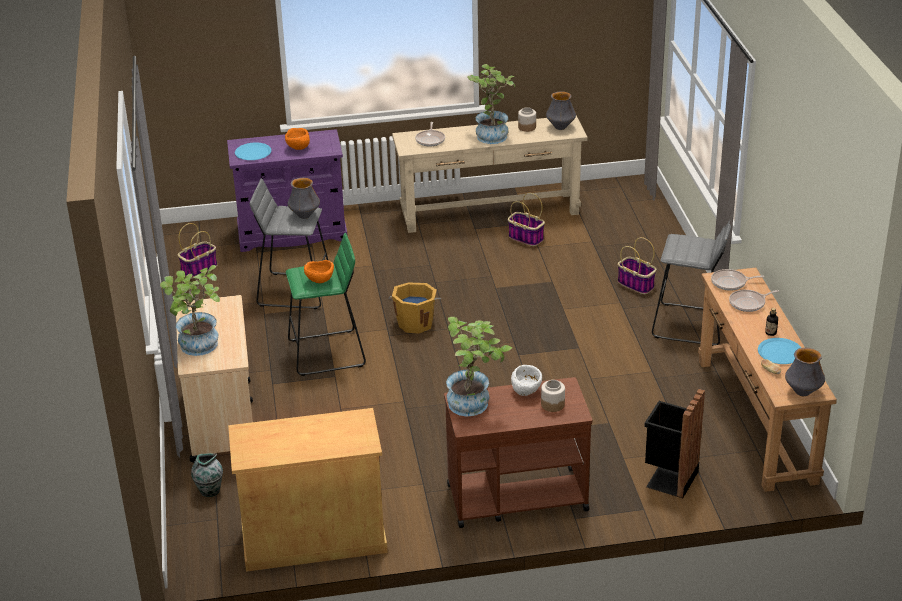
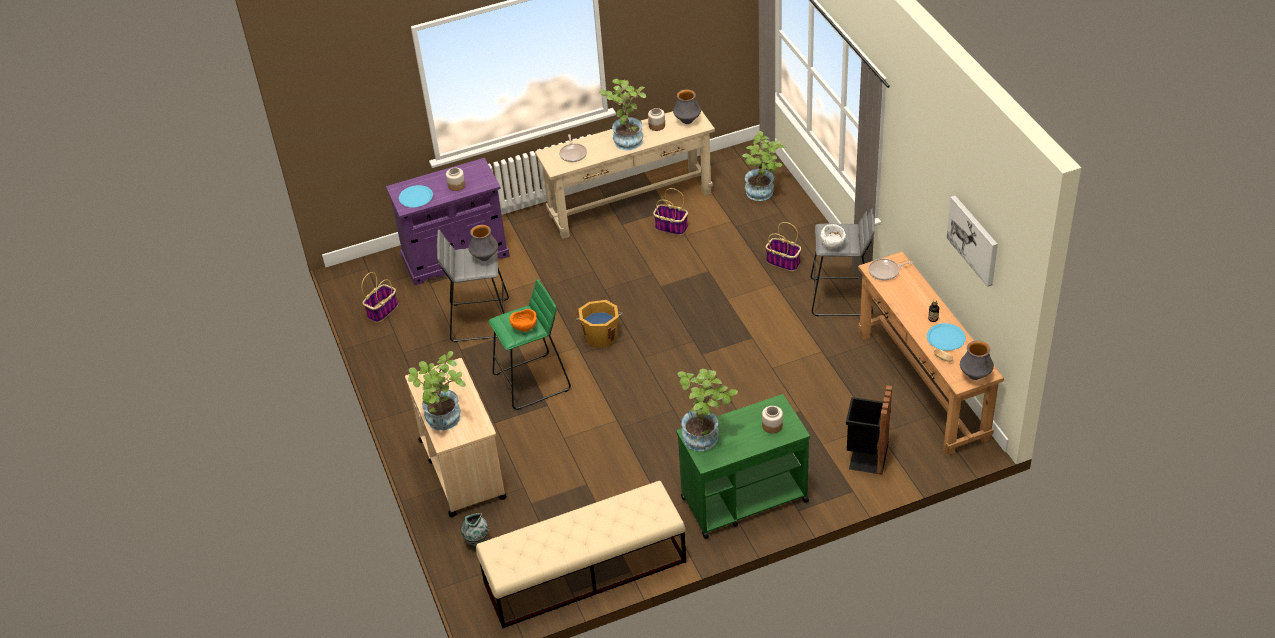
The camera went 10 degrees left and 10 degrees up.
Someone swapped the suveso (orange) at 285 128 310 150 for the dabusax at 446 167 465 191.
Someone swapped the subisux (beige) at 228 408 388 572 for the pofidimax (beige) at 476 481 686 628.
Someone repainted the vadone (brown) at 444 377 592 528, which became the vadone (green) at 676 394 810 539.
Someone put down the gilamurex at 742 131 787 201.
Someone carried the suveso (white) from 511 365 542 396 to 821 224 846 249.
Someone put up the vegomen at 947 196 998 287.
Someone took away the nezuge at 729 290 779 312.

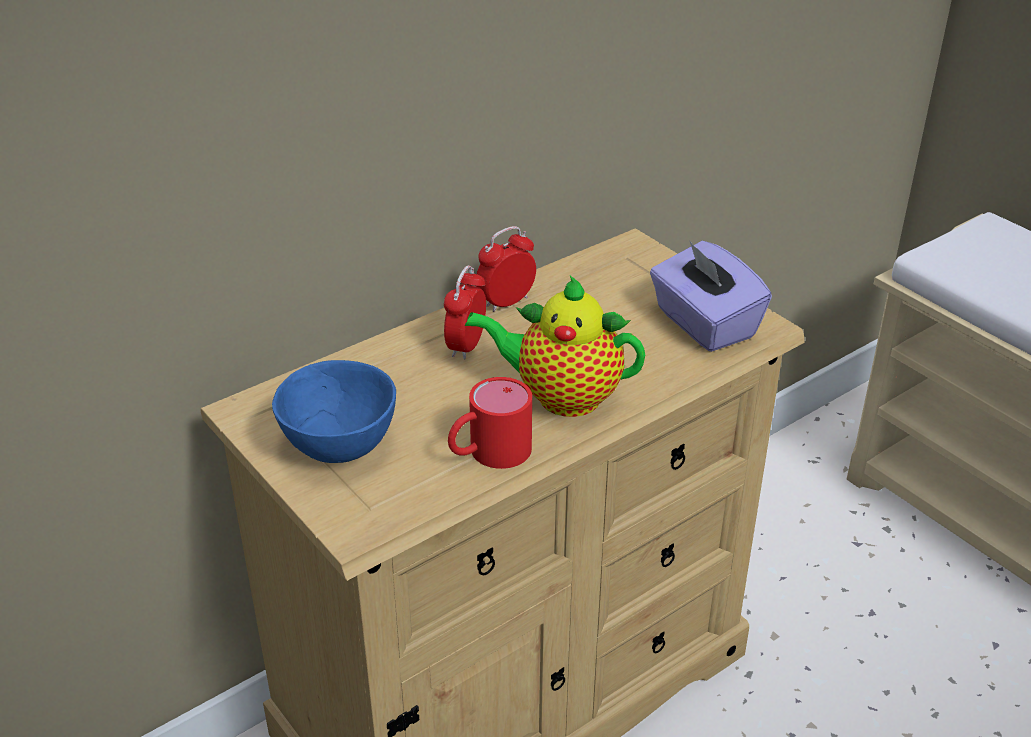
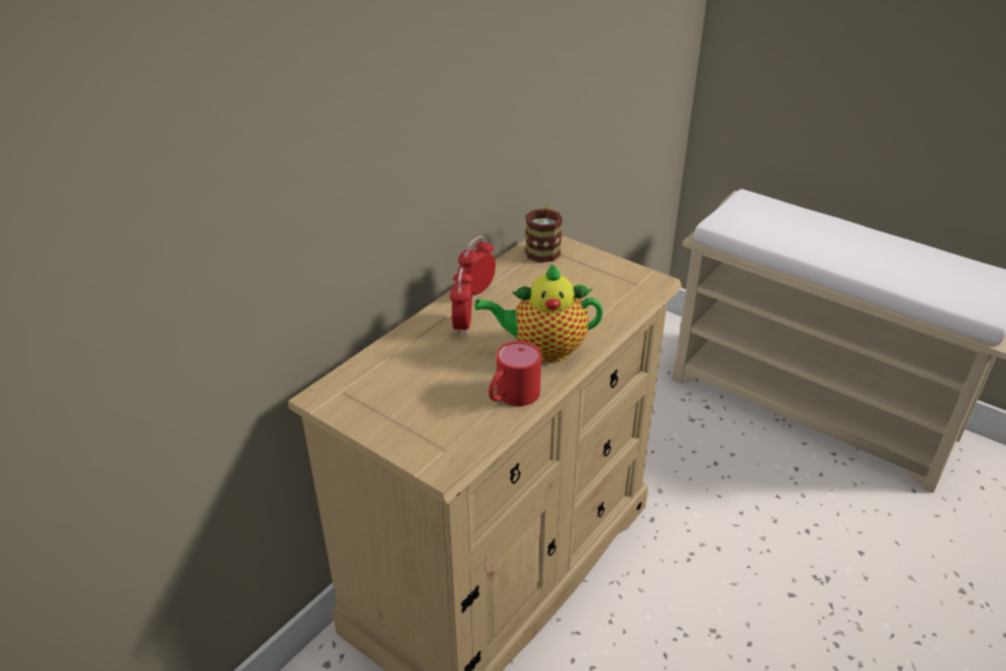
The camera went 15 degrees left and 0 degrees up.
Someone put down the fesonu at 525 206 562 263.
Someone took away the suveso (blue) at 272 360 396 463.
Someone took away the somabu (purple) at 650 240 772 352.

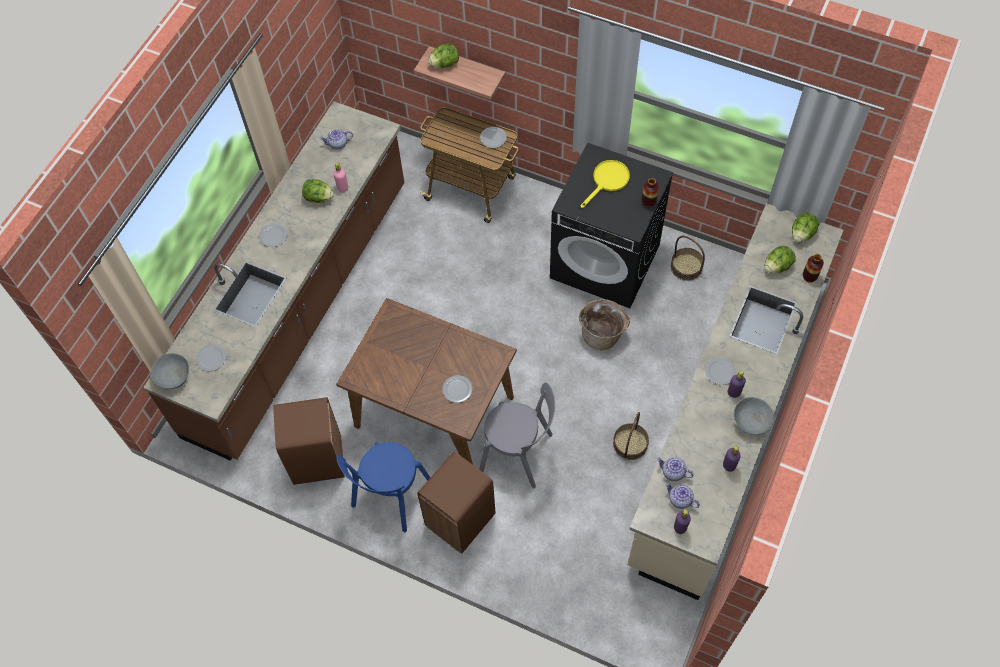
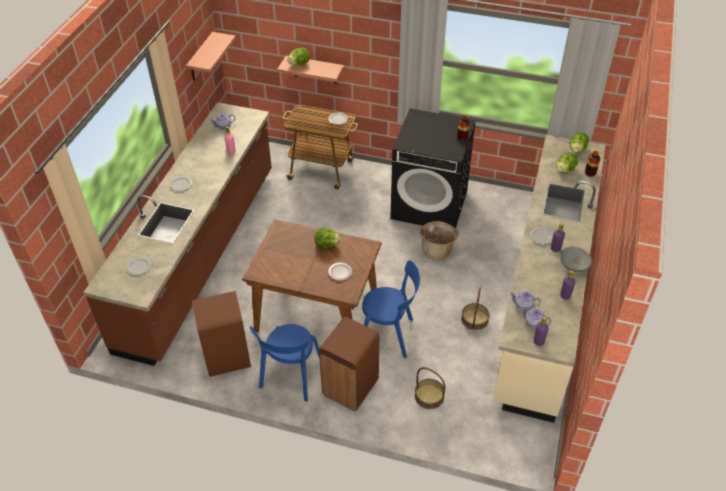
The camera went 10 degrees left and 15 degrees down.
Someone put up the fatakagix at 186 32 236 81.
Someone carried the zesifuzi from 302 179 334 203 to 314 228 341 247.
Someone repainted the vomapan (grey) at 479 382 555 488, which became the vomapan (blue) at 362 260 420 358.
Someone carried the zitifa from 671 236 705 281 to 415 367 445 409.
Someone took away the suveso (grey) at 151 353 189 389.
Someone took away the nezuge (yellow) at 581 160 630 208.

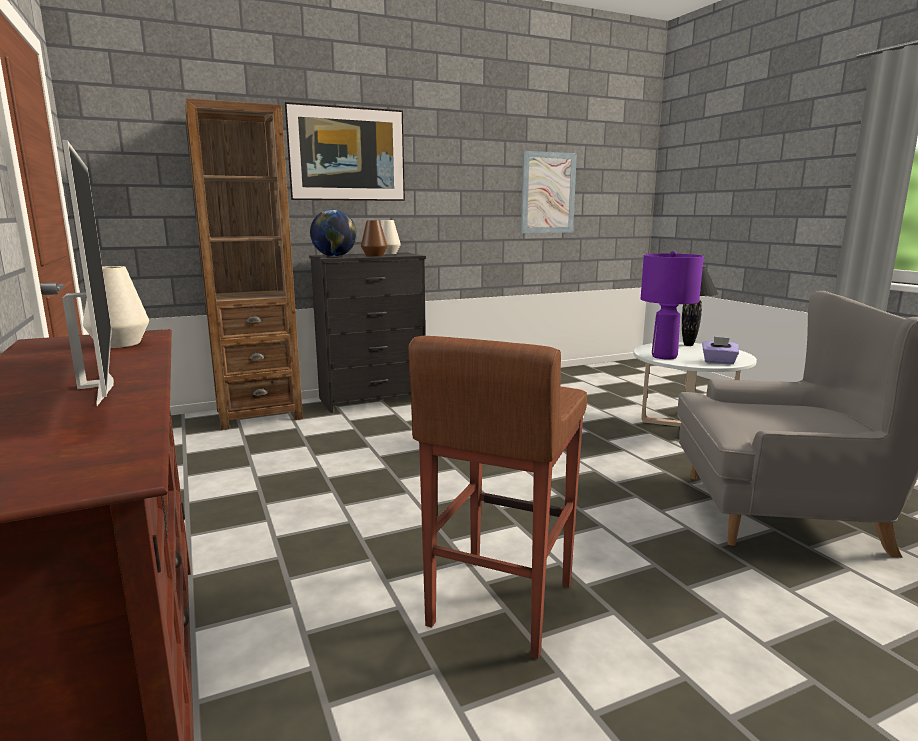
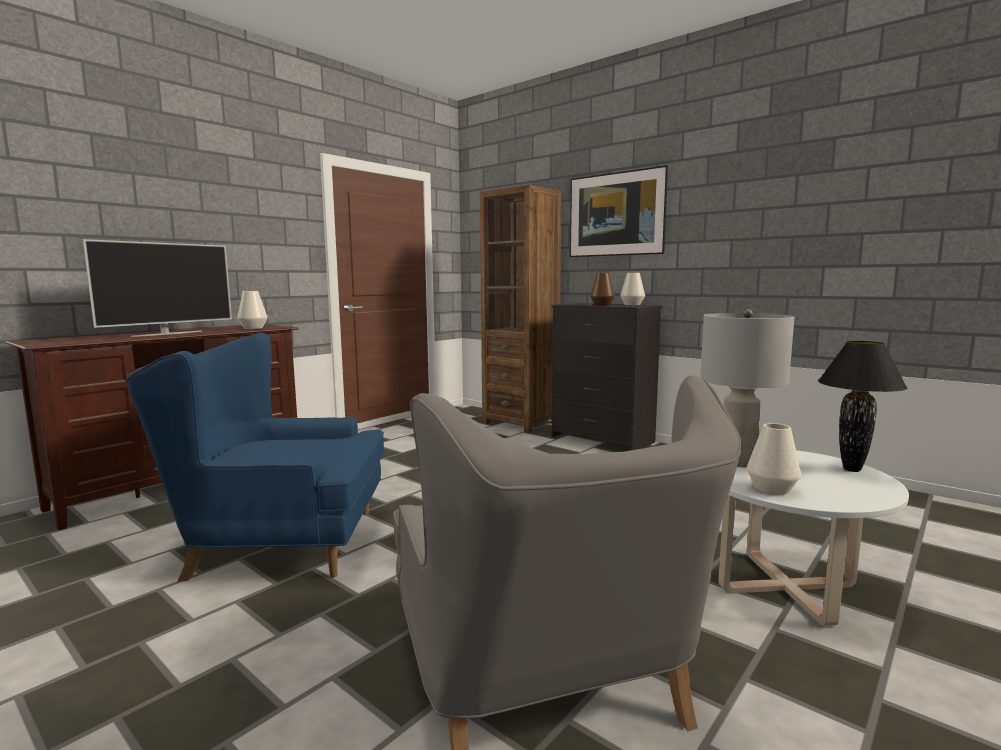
The camera went 65 degrees right and 5 degrees down.
Someone swapped the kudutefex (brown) at 408 336 587 659 for the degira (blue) at 126 333 384 581.
Someone repainted the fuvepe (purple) at 641 251 704 359, which became the fuvepe (grey) at 700 309 794 467.
Someone swapped the somabu (purple) at 702 337 739 364 for the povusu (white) at 747 423 801 495.
Someone took away the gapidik at 310 209 357 257.
Someone took away the vegomen at 521 151 577 233.

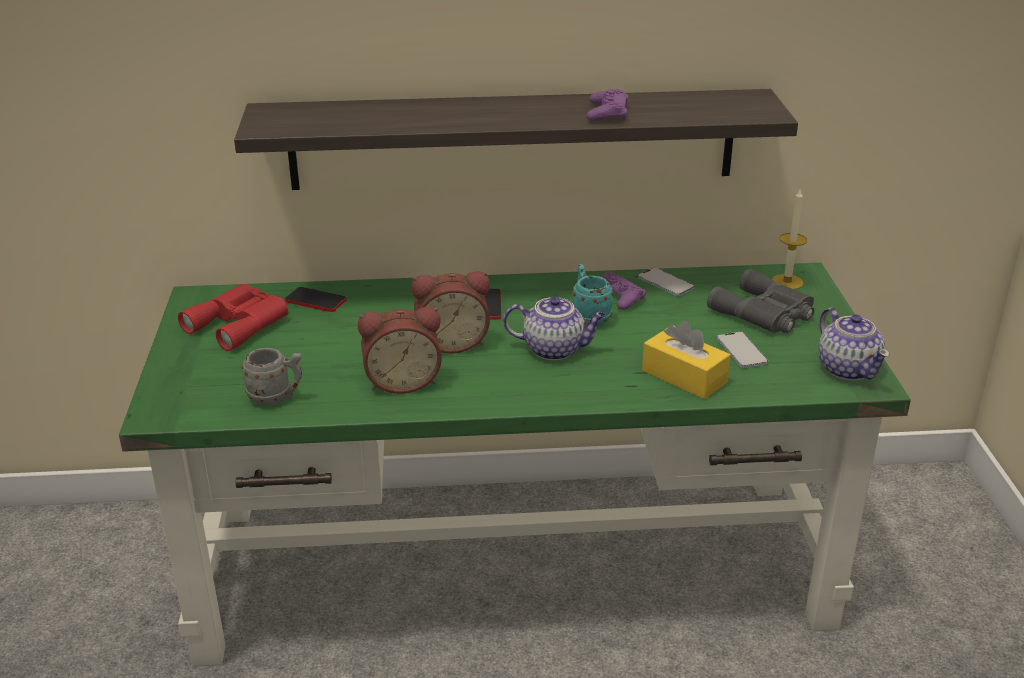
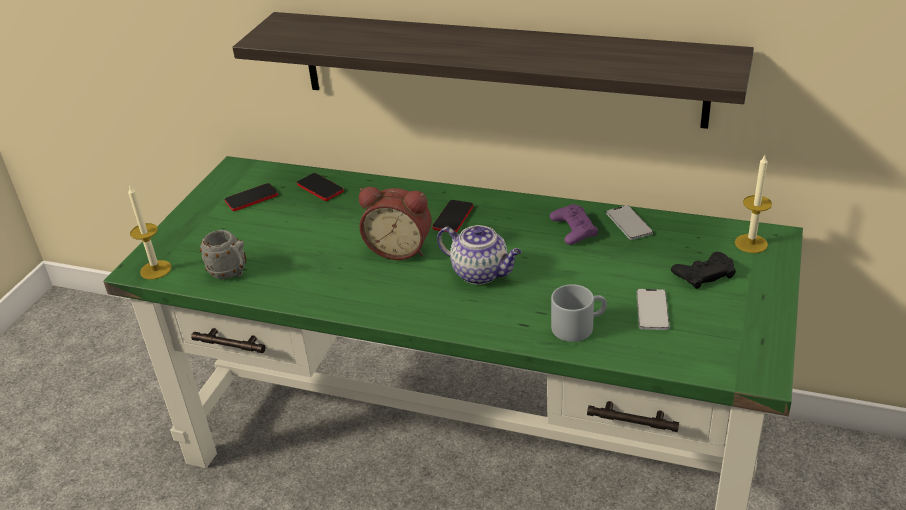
The camera went 25 degrees right and 5 degrees up.
Someone put down the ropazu at 128 184 172 279.
Someone swapped the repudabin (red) at 178 284 288 351 for the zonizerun at 224 183 278 211.
Someone swapped the somabu (yellow) at 642 321 731 399 for the fesonu (grey) at 551 284 607 342.
Someone swapped the repudabin (grey) at 707 269 814 333 for the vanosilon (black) at 671 252 736 289.
Someone took away the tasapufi at 358 307 442 394.
Someone took away the fesonu (turquoise) at 573 264 613 327.
Someone took away the vanosilon (purple) at 586 89 629 121.
Someone took away the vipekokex at 818 308 890 381.

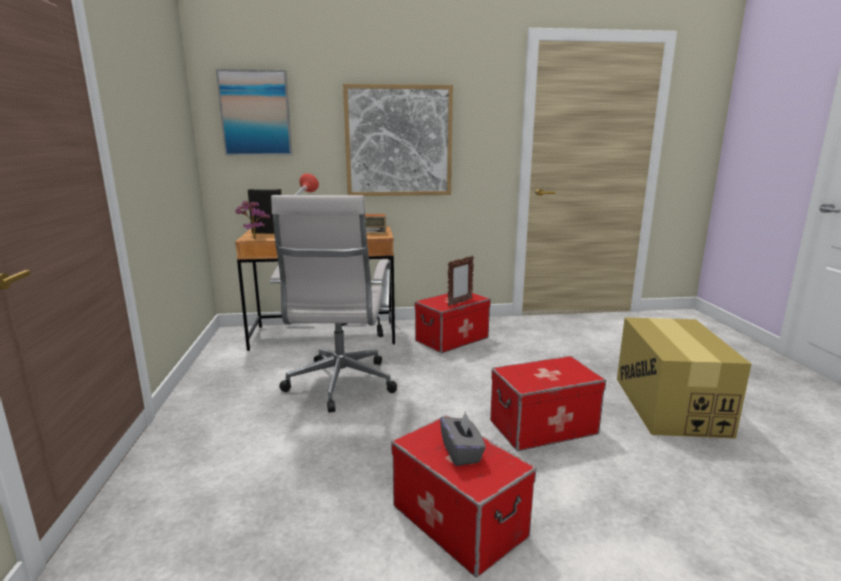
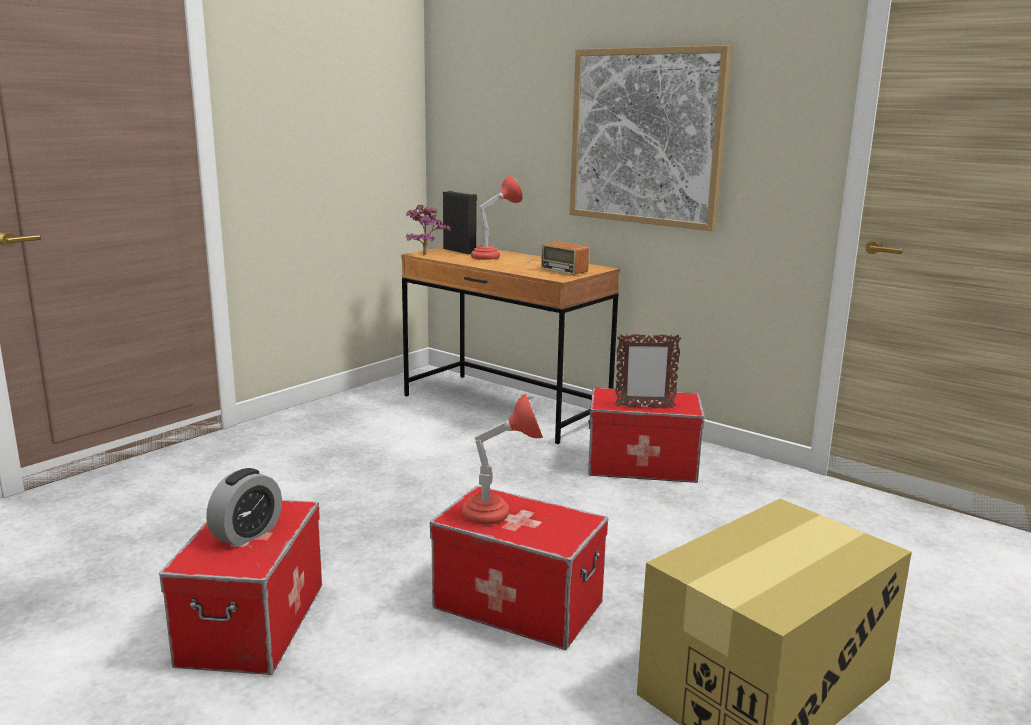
The camera went 45 degrees right and 0 degrees up.
Someone swapped the somabu (grey) at 440 411 486 466 for the tasapufi at 206 468 282 547.
Someone put down the fuvepe (red) at 462 394 543 525.
Someone took away the vegomen at 216 69 292 156.
Someone took away the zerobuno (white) at 270 195 397 413.

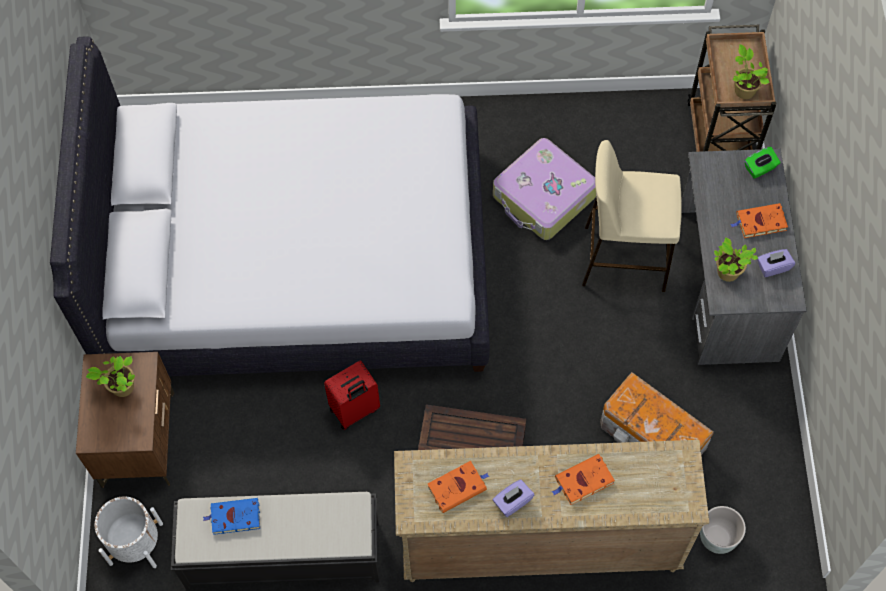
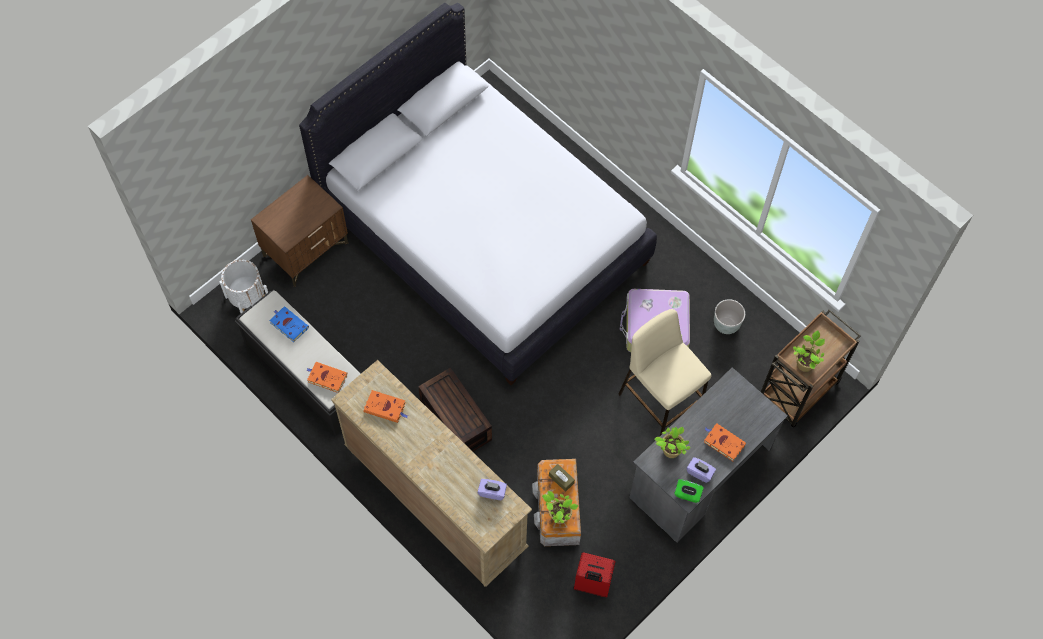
The camera went 45 degrees right and 0 degrees up.
Someone carried the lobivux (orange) from 552 454 615 505 to 306 362 347 393.
Someone carried the somabu (purple) from 493 479 534 517 to 477 479 507 500.
Someone carried the gilamurex from 86 356 135 397 to 542 491 578 524.
Someone put down the somabu (brown) at 549 464 575 492.
Someone carried the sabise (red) from 324 360 380 430 to 574 552 616 597.
Someone carried the somabu (green) from 745 147 780 179 to 674 479 704 503.
Someone carried the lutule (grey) from 700 506 746 554 to 714 299 745 334.

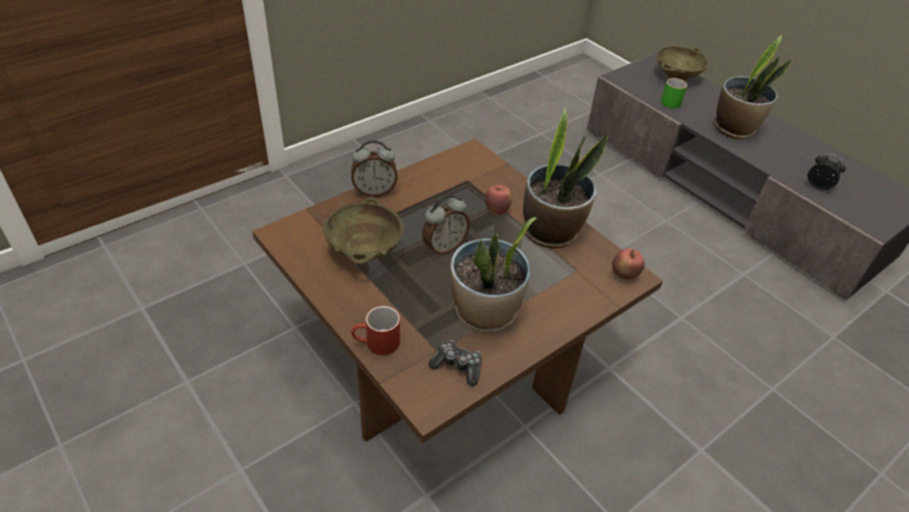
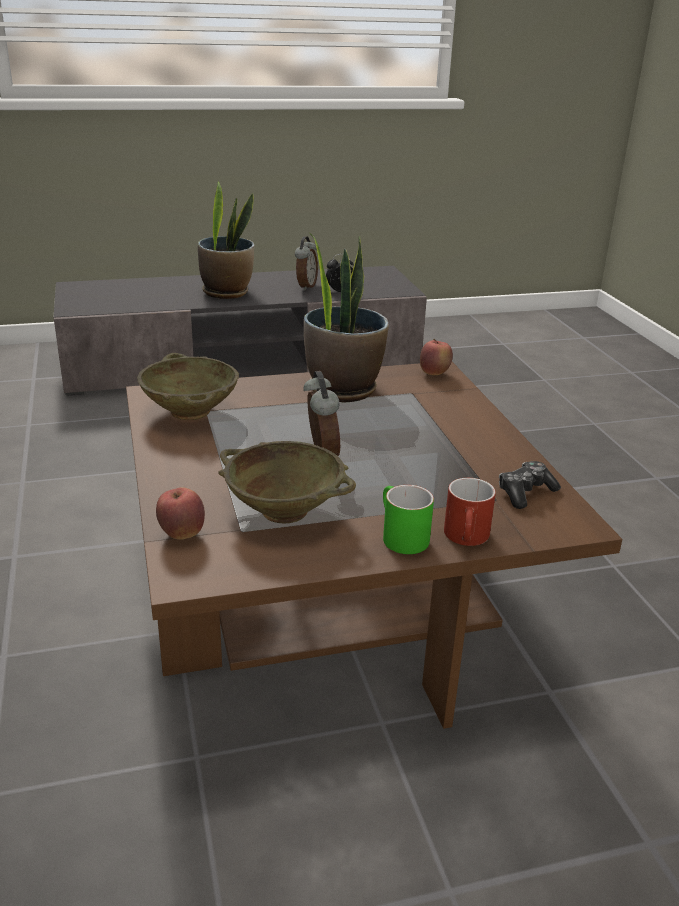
The camera went 65 degrees left and 15 degrees down.
Someone carried the suveso (beige) from 657 46 708 81 to 137 353 239 420.
Someone carried the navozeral from 485 185 512 215 to 156 487 205 540.
Someone carried the tasapufi from 351 140 398 197 to 295 236 318 291.
Someone carried the fesonu (green) from 661 78 687 108 to 383 485 434 554.
Someone took away the gilamurex at 451 217 537 333.

